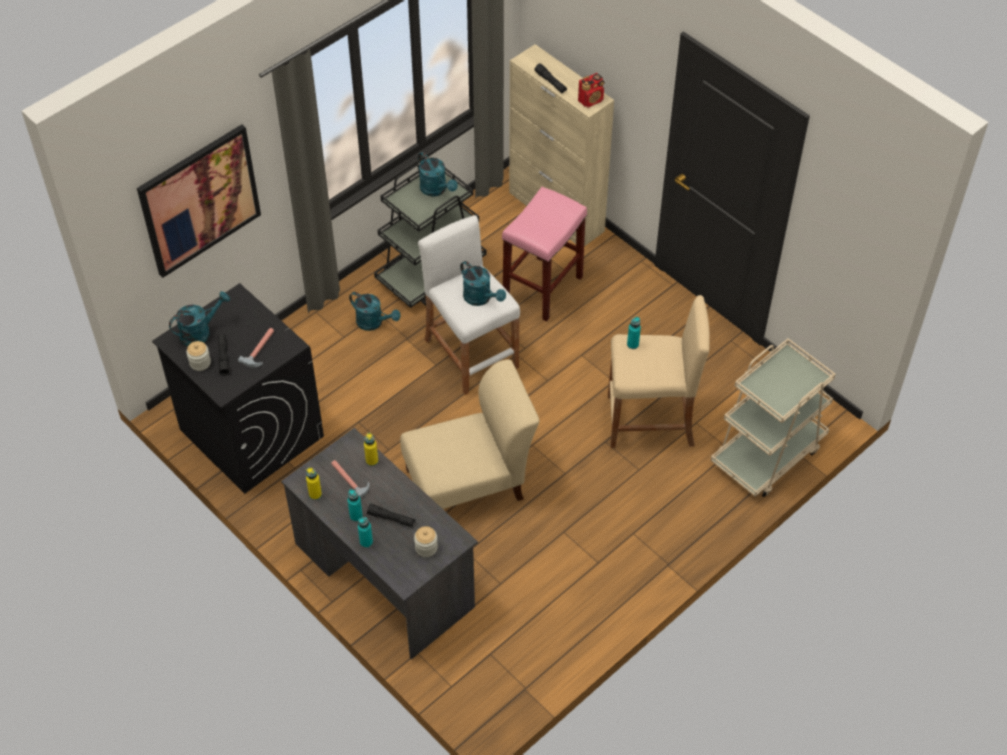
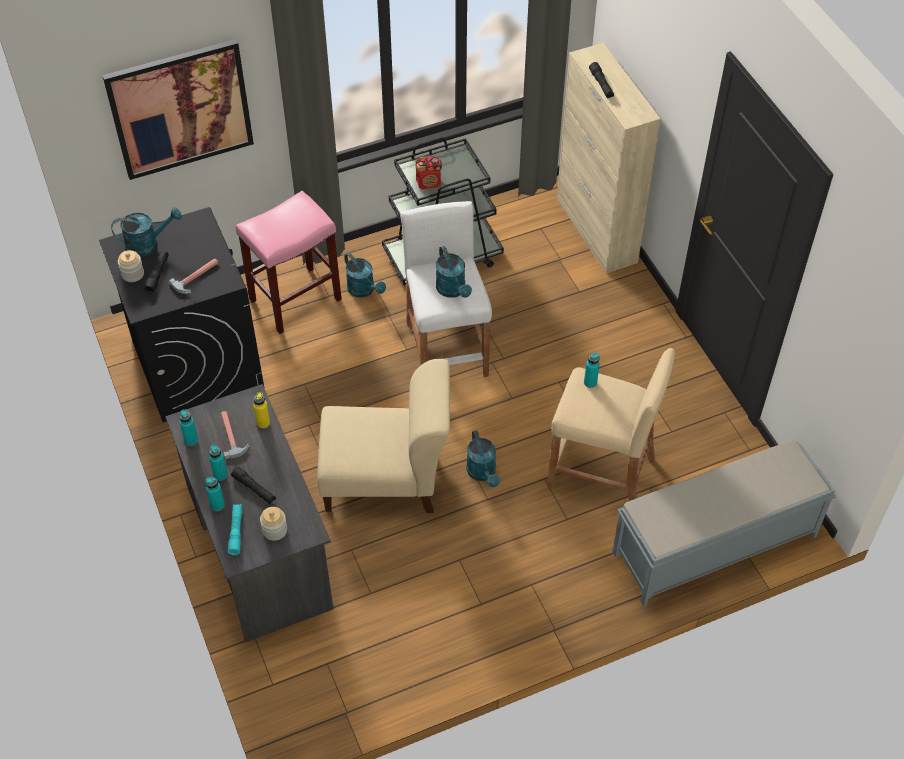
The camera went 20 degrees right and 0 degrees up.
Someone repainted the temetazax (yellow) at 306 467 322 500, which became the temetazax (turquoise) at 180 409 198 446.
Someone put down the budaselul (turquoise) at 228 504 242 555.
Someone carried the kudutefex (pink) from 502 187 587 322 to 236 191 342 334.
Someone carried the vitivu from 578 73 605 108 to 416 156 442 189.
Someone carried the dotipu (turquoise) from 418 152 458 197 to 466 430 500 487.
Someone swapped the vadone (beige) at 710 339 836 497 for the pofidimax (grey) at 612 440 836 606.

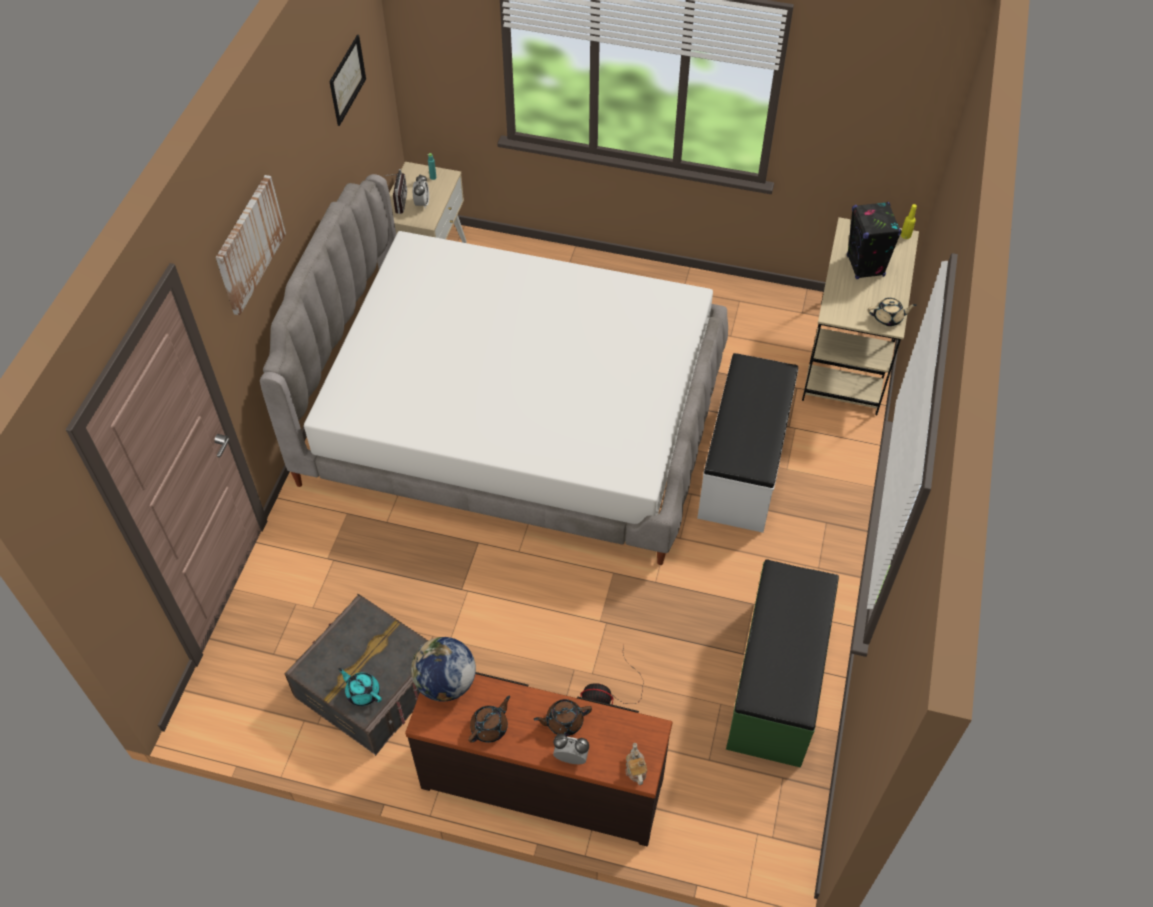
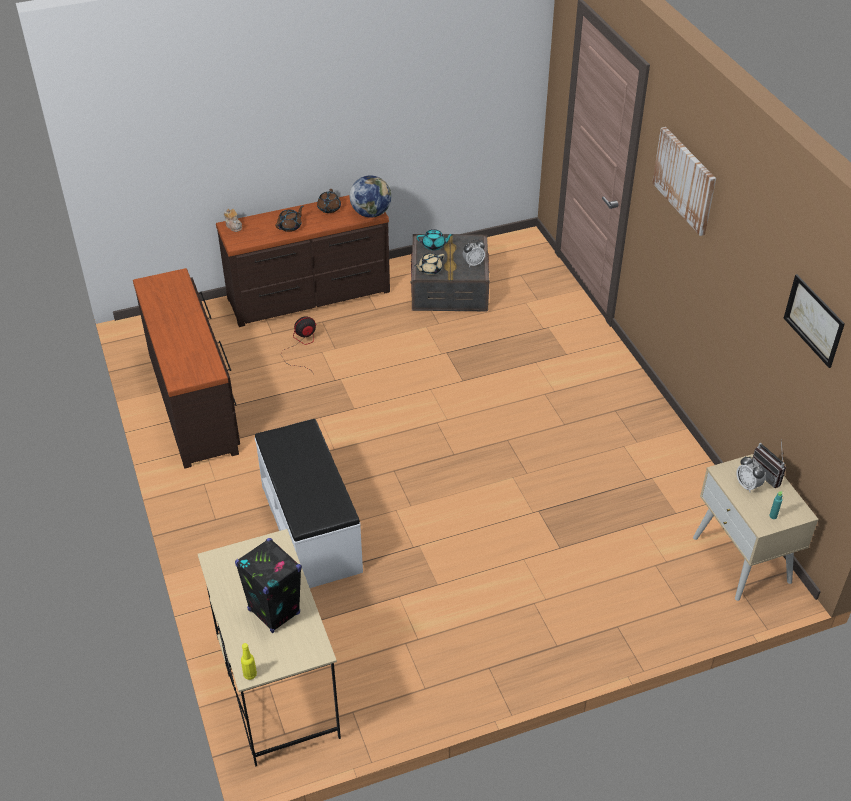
The camera went 145 degrees right and 10 degrees down.
Someone swapped the pofidimax (green) at 726 560 839 768 for the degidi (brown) at 133 268 240 468.
Someone carried the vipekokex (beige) from 868 298 917 326 to 414 253 445 275.
Someone carried the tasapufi from 553 734 589 764 to 463 239 485 267.
Someone took away the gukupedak at 260 174 728 565.

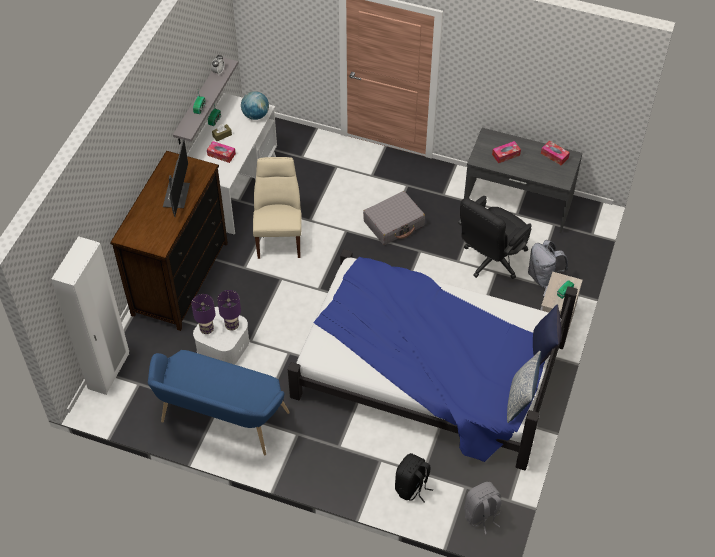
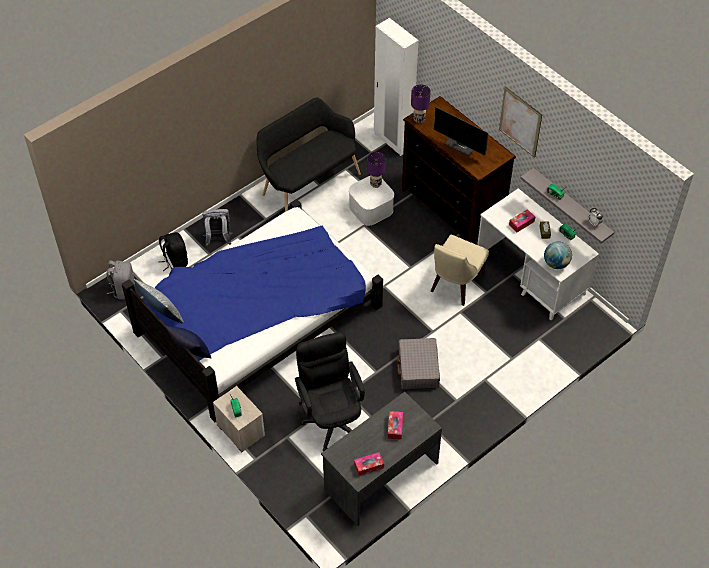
The camera went 120 degrees right and 0 degrees up.
Someone carried the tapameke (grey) from 528 240 568 288 to 202 209 233 246.
Someone repainted the pofidimax (blue) at 148 350 290 455, which became the pofidimax (black) at 256 98 361 212.
Someone carried the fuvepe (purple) from 217 290 241 331 to 411 84 431 123.
Someone rotated the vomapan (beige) at 253 157 302 259 by 90 degrees clockwise.
Someone put up the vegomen at 499 87 542 158.

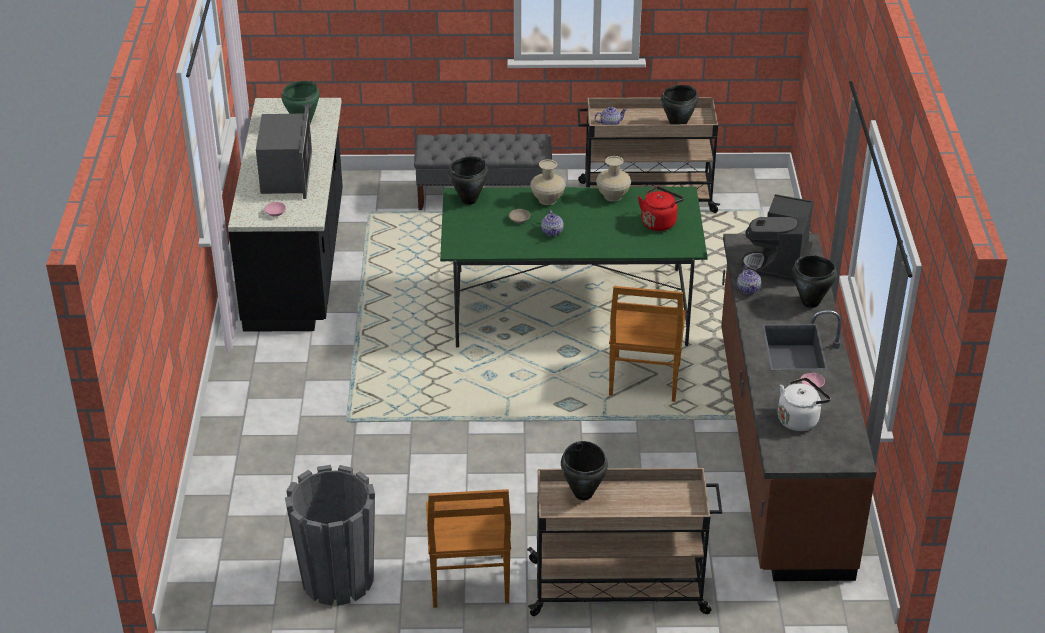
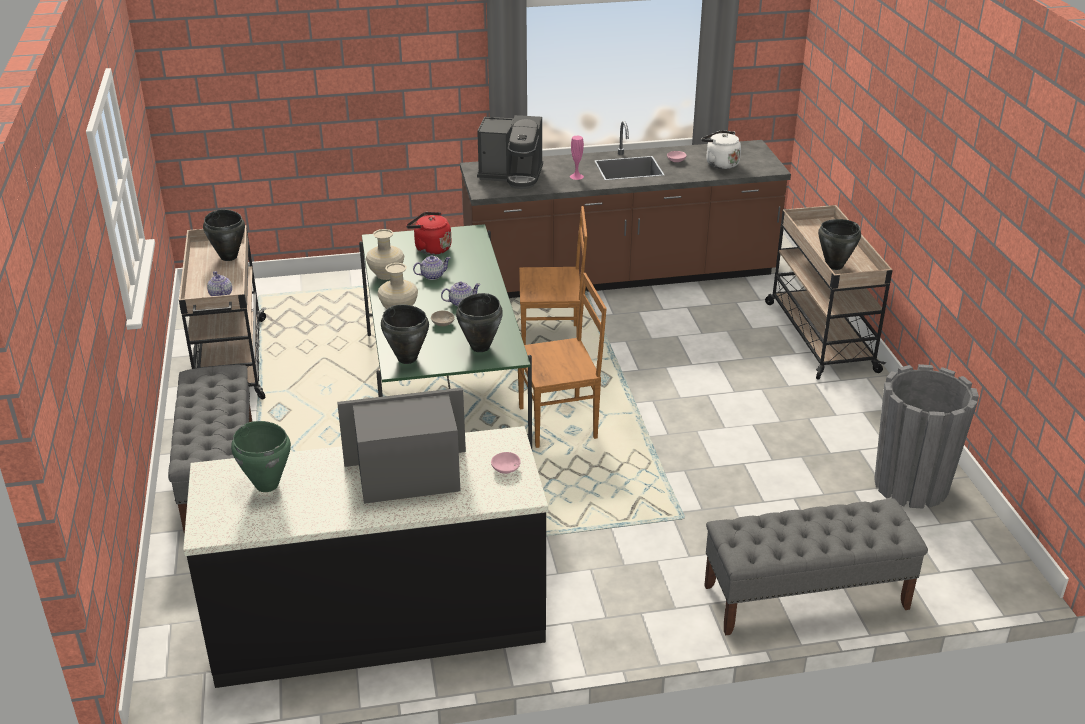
The camera went 100 degrees left and 5 degrees down.
Someone carried the vipekokex from 737 265 761 294 to 413 255 451 280.
Someone carried the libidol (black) from 792 255 837 308 to 456 293 503 352.
Someone carried the vomapan (brown) from 426 489 511 608 to 518 273 607 448.
Someone put down the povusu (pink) at 570 136 584 180.
Someone put down the pofidimax (grey) at 704 498 928 636.

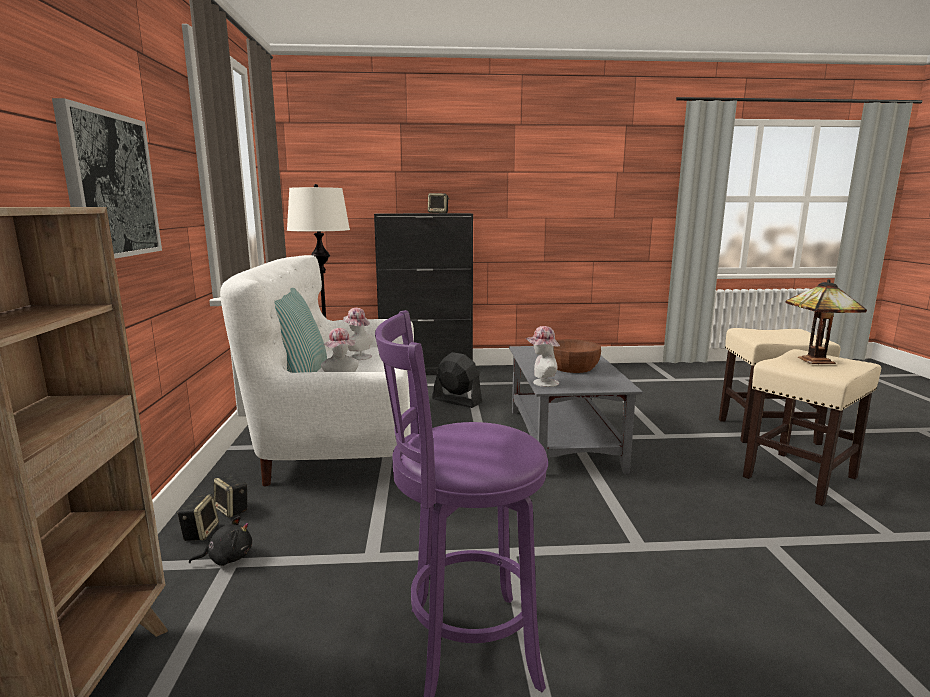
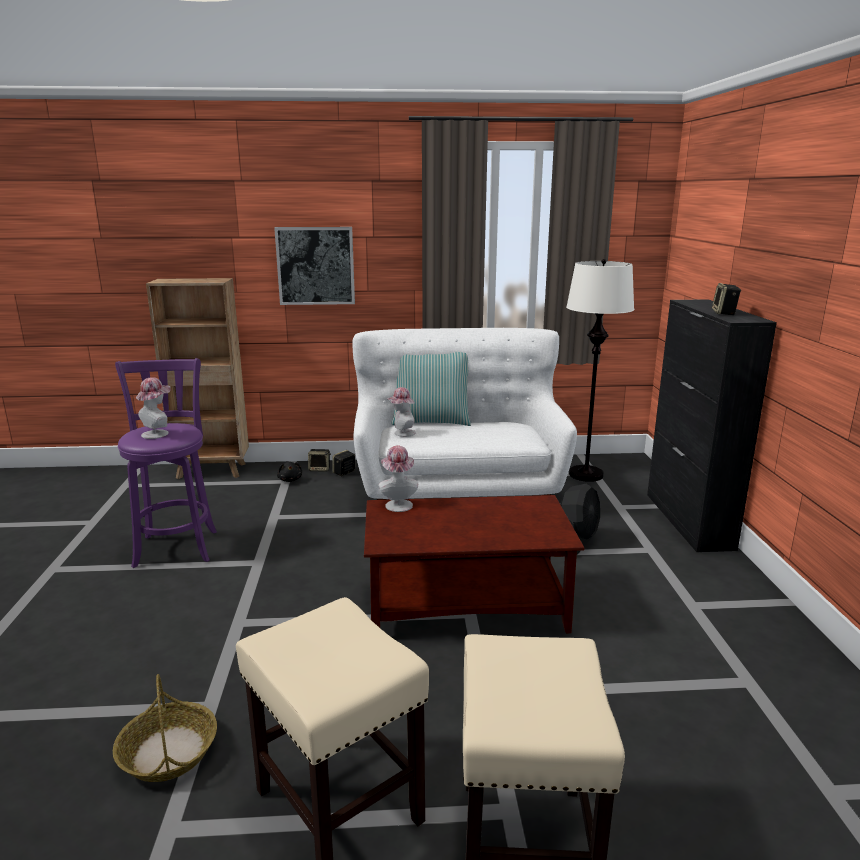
The camera went 90 degrees right and 5 degrees up.
Someone put down the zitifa at 113 674 217 782.
Someone carried the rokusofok from 343 308 374 360 to 136 377 171 439.
Someone repainted the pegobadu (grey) at 509 346 643 474, which became the pegobadu (brown) at 364 495 584 633.
Someone took away the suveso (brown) at 553 339 601 373.
Someone took away the fuvepe at 785 279 867 364.

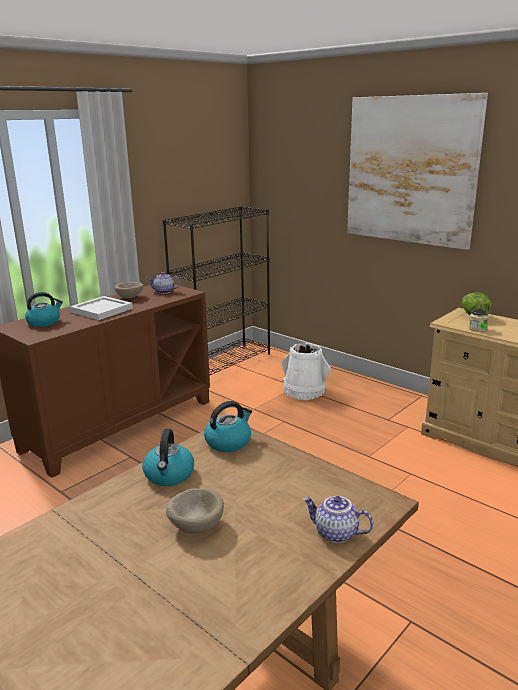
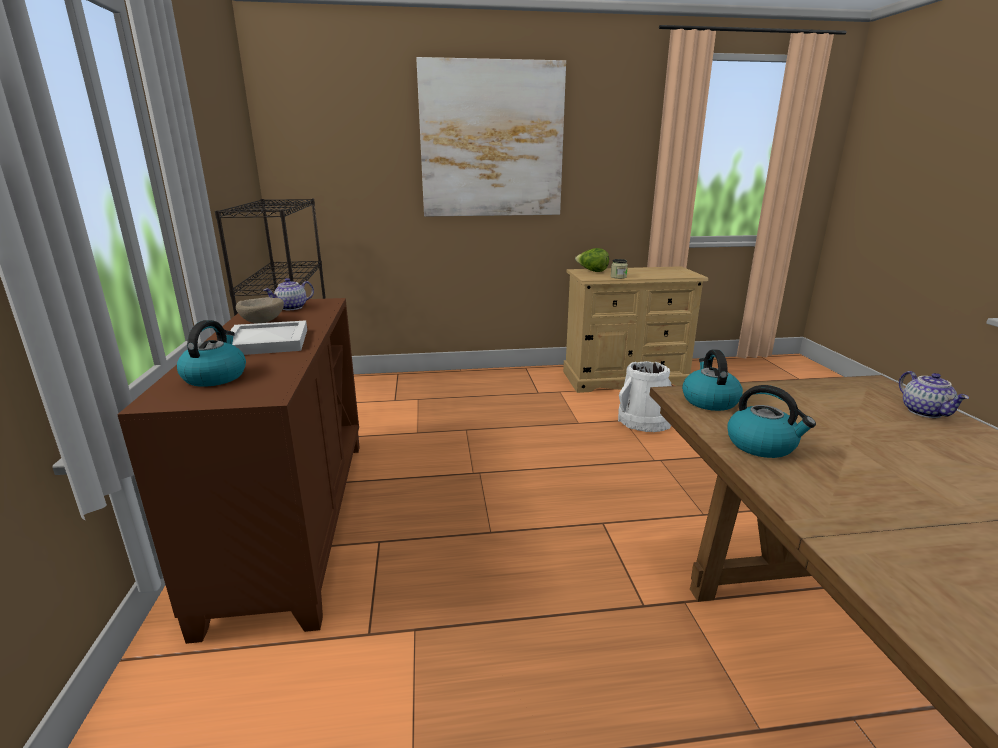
The camera went 50 degrees left and 0 degrees up.
Someone carried the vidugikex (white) from 282 343 331 400 to 618 361 671 432.
Someone rotated the vipekokex at 303 496 373 543 by 75 degrees counterclockwise.
Someone took away the suveso (beige) at 166 488 224 534.

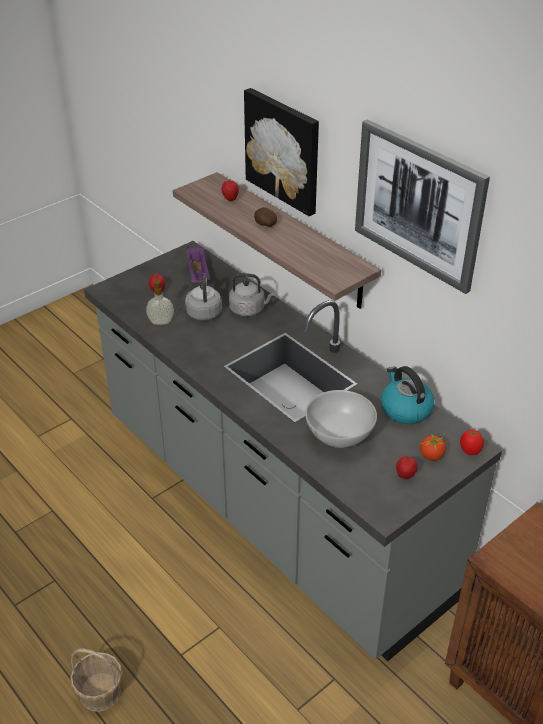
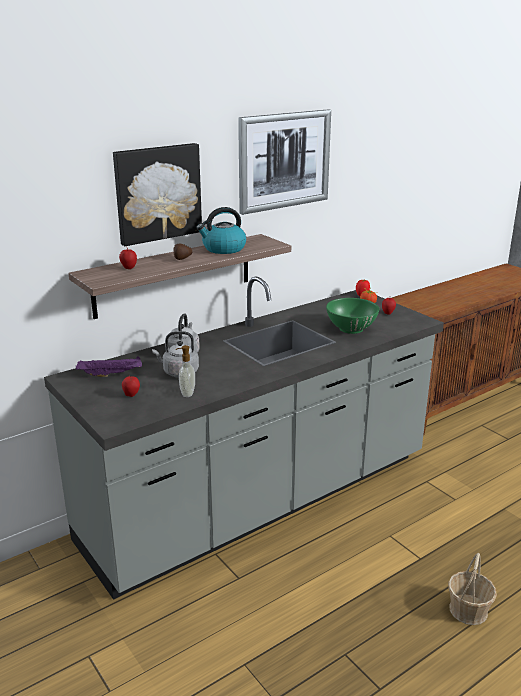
The camera went 85 degrees left and 15 degrees down.
Someone carried the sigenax from 381 366 435 424 to 196 207 246 254.
Someone repainted the suveso (white) at 305 390 377 448, which became the suveso (green) at 326 298 379 334.

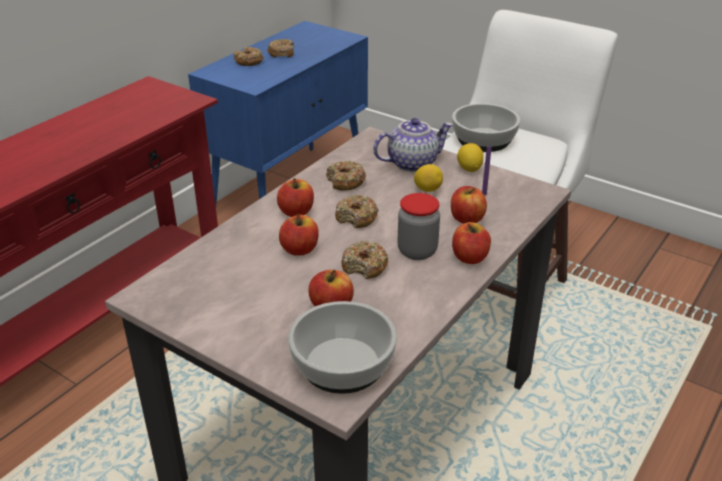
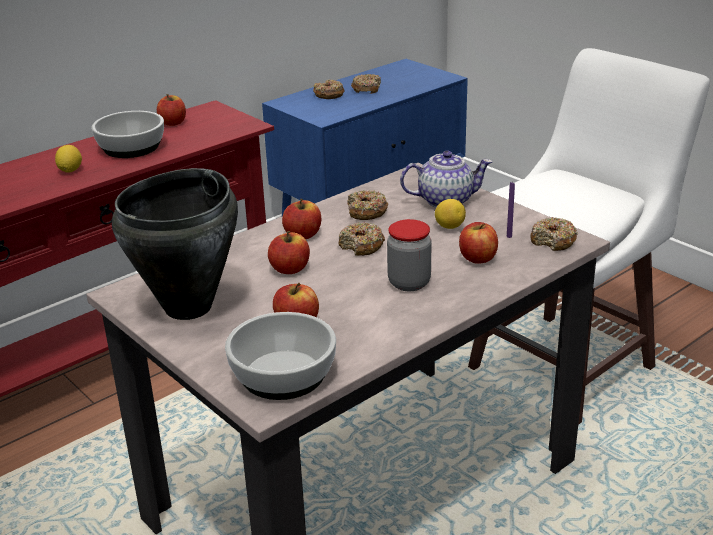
The camera went 15 degrees right and 5 degrees down.
Someone carried the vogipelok from 457 143 484 172 to 55 145 82 173.
Someone carried the suveso from 452 103 520 152 to 91 111 164 158.
Someone put down the libidol (black) at 112 168 238 320.
Someone carried the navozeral from 452 222 491 264 to 157 94 186 126.
Someone carried the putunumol from 341 241 389 279 to 530 217 578 251.

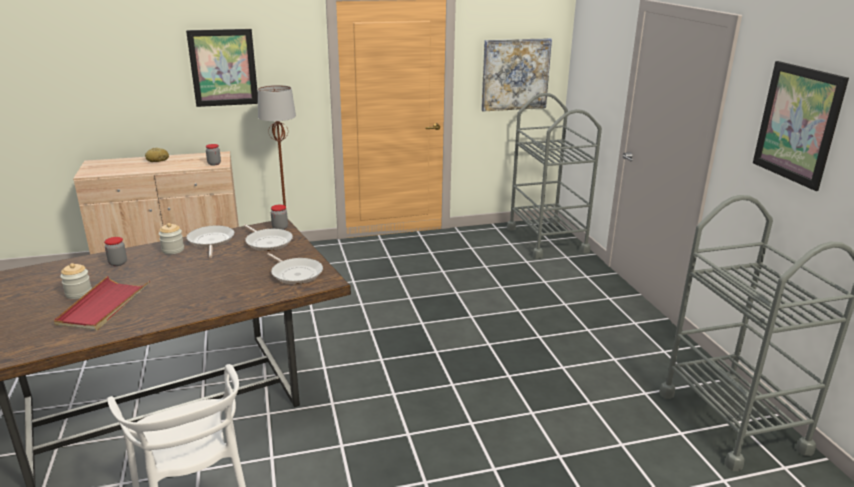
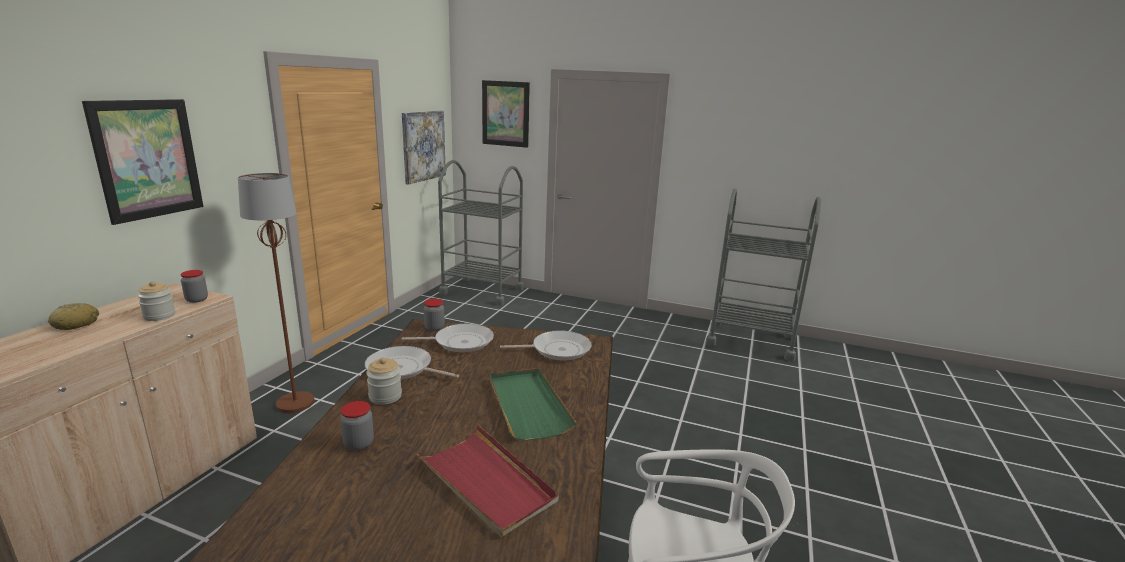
The camera went 55 degrees left and 5 degrees down.
Someone carried the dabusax from 60 263 92 299 to 137 281 175 321.
Someone carried the vegomen from 753 61 849 191 to 482 80 530 148.
Someone put down the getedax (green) at 490 368 577 441.

